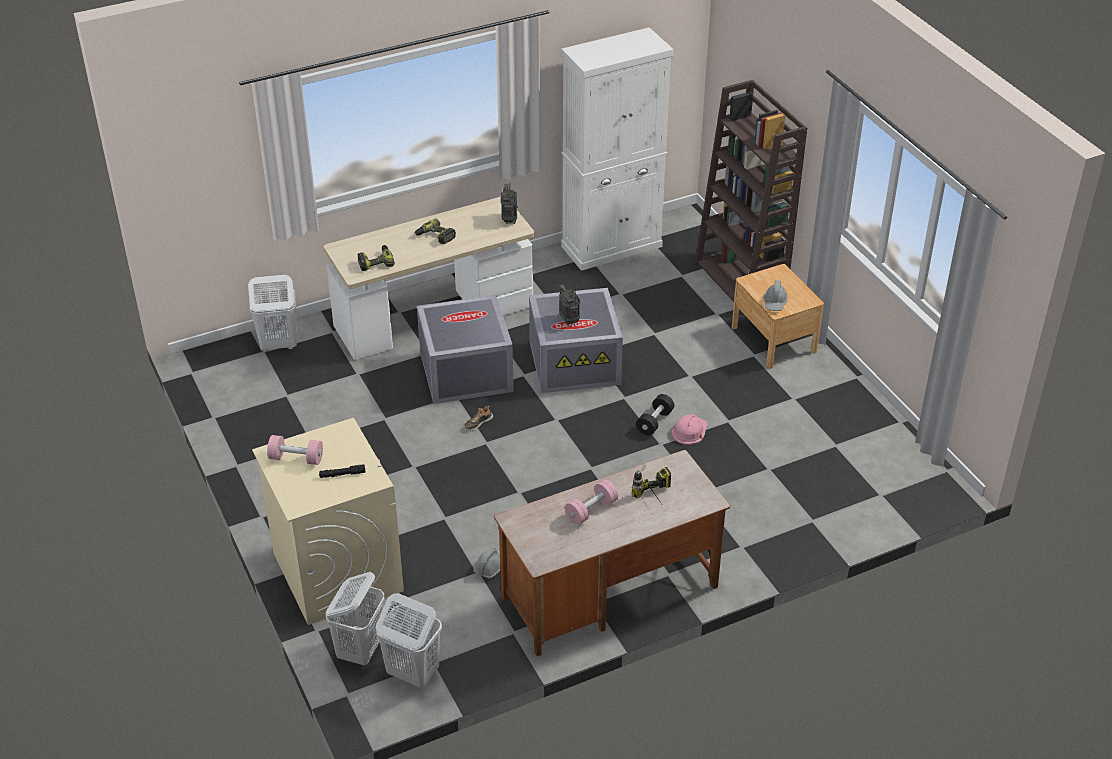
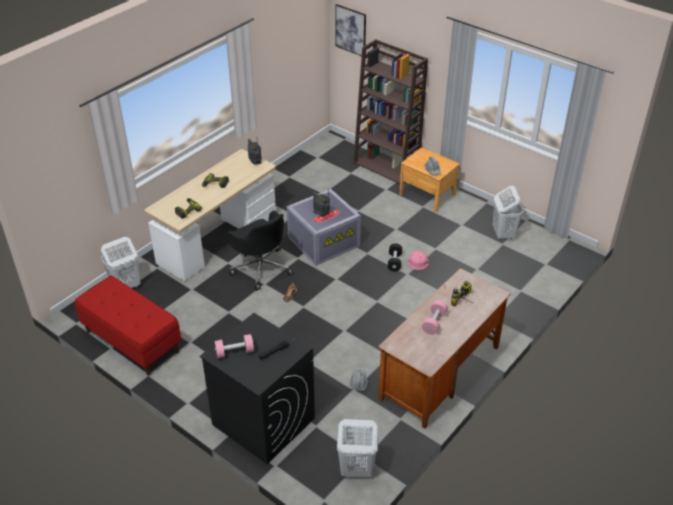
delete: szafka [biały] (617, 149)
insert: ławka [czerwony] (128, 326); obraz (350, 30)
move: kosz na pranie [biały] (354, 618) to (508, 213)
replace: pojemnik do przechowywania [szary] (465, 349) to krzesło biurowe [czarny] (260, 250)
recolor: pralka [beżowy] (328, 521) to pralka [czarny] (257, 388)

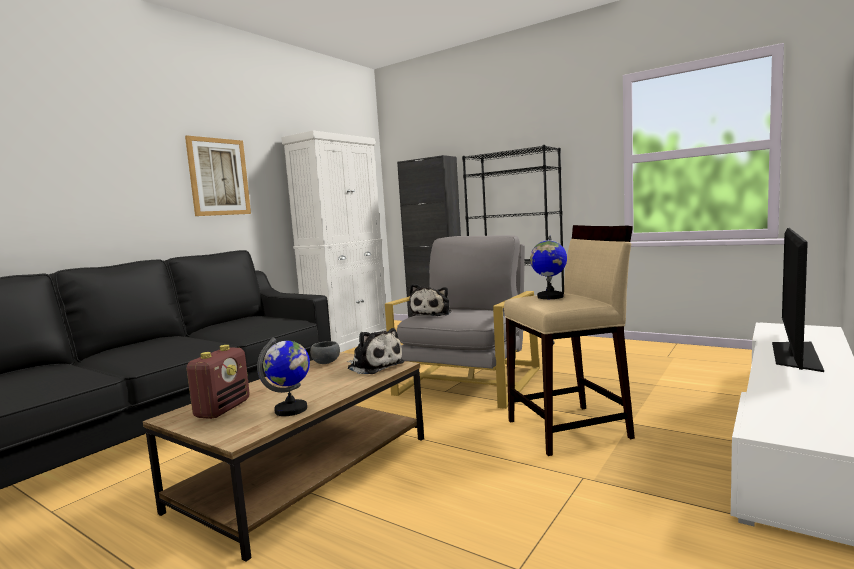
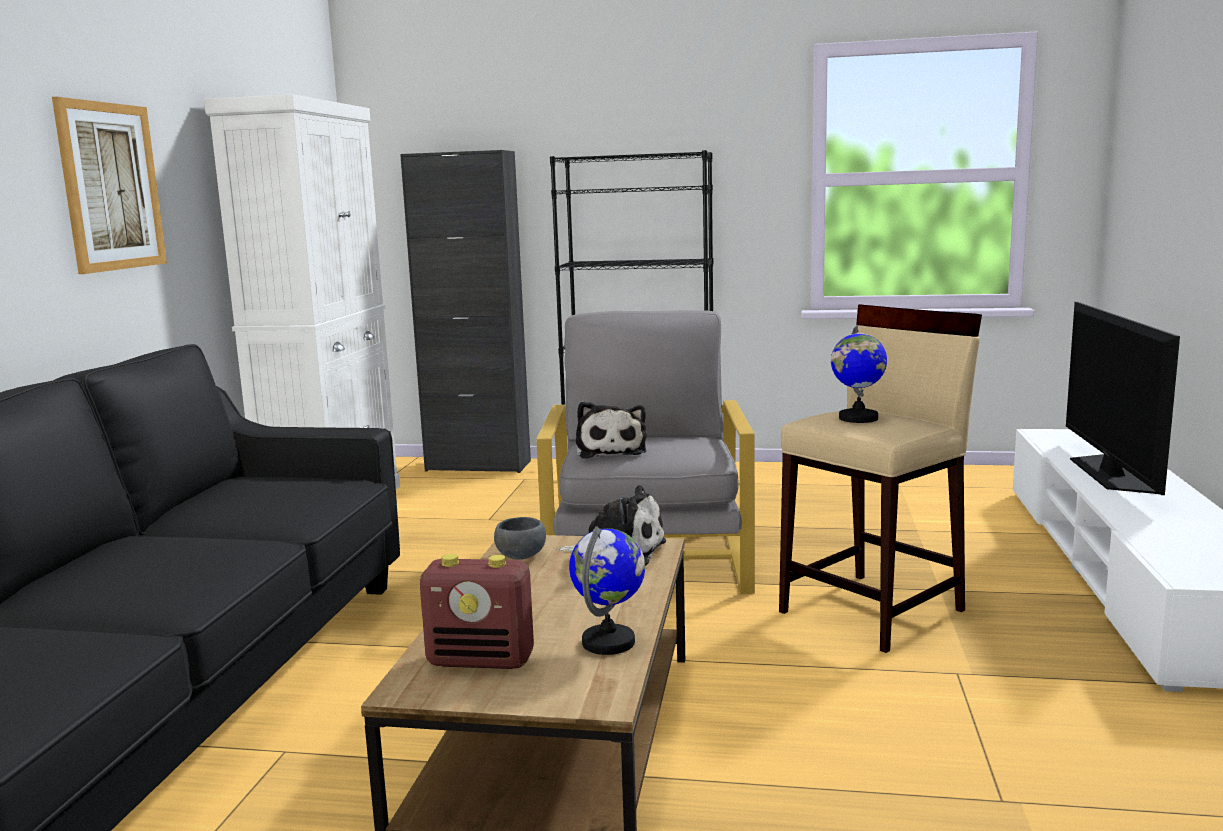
rotate: radio (218, 382) = (477, 611) 105 degrees clockwise

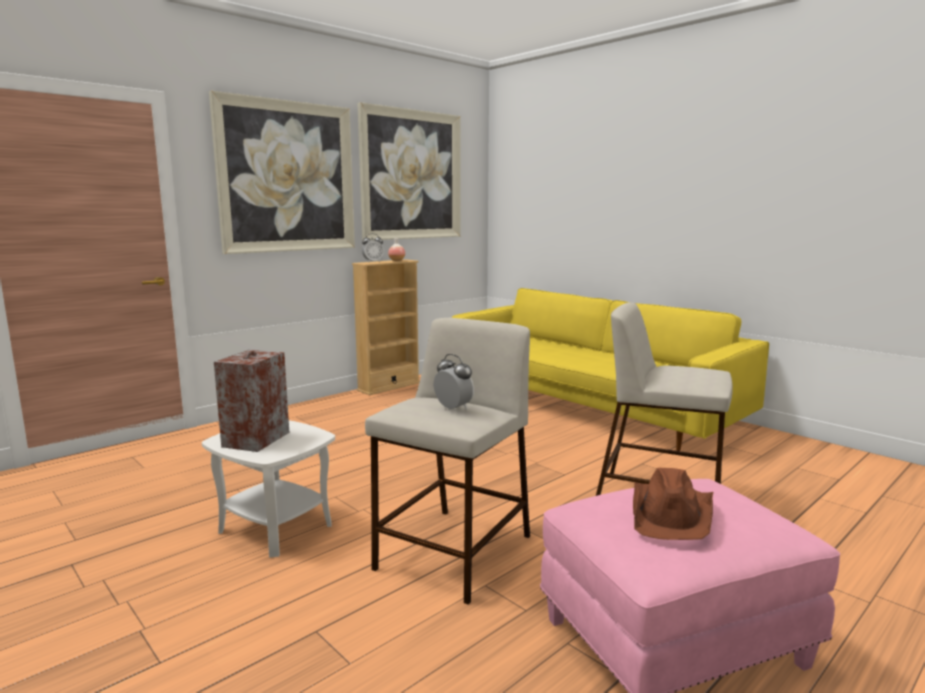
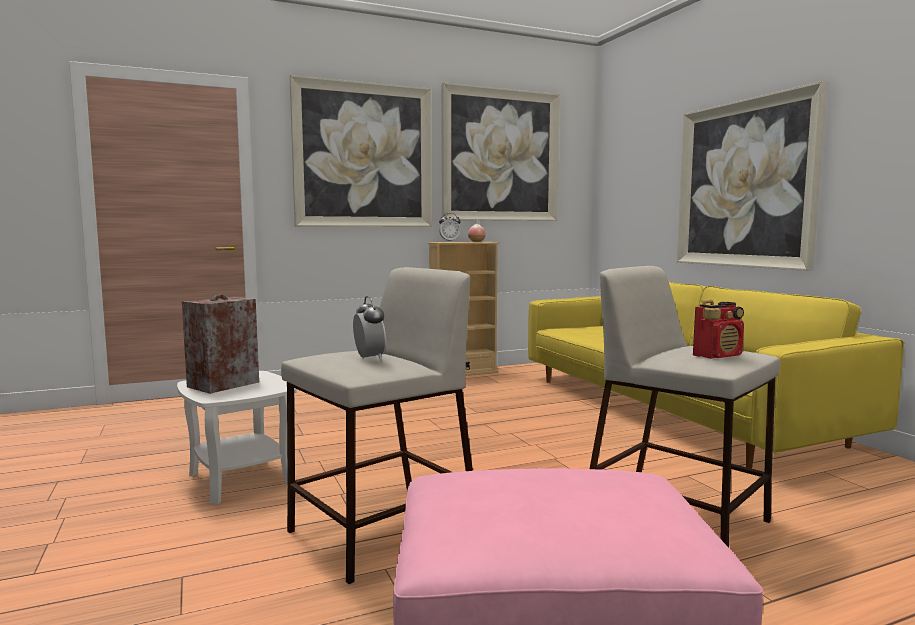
delete: kapelusz [brązowy] (673, 504)
insert: obraz (752, 176); radio (718, 329)

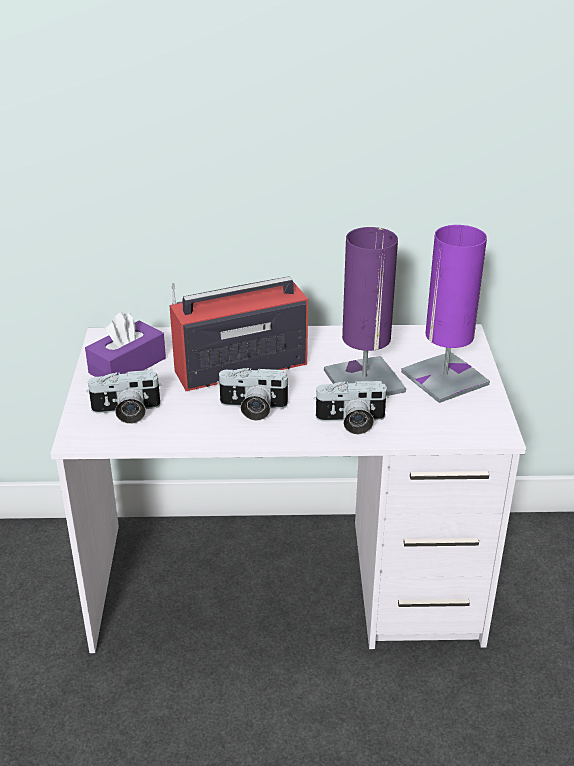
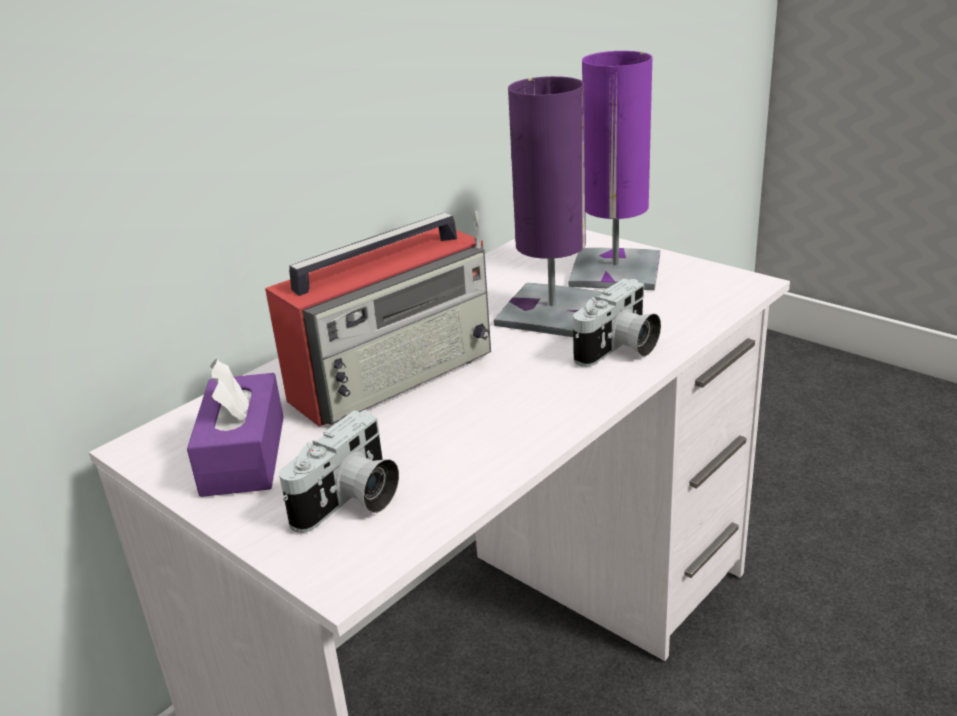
delete: aparat fotograficzny (253, 394)
rotate: radio (238, 333) = (378, 319) 150 degrees counterclockwise

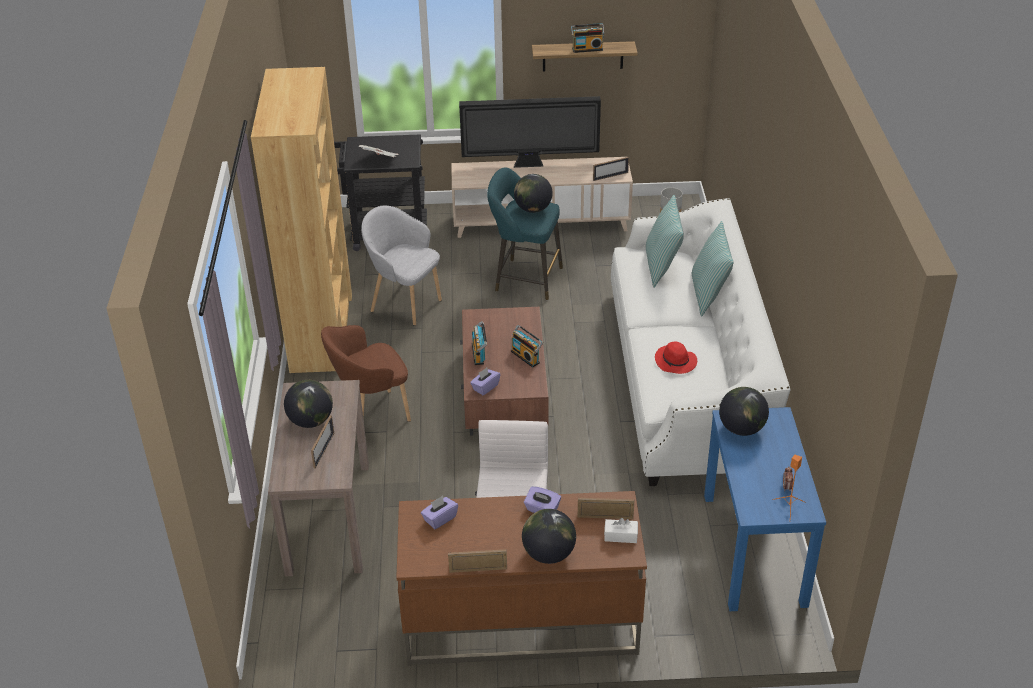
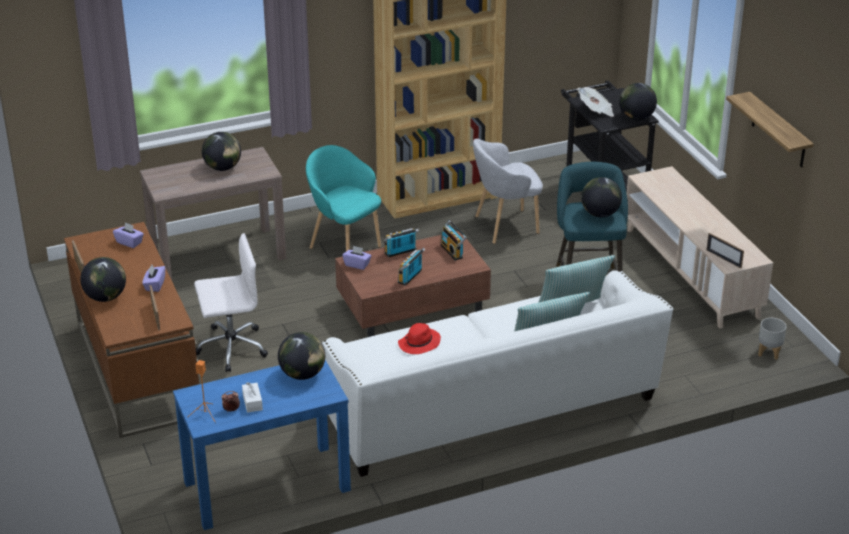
delete: ramka na zdjęcie (322, 442); telewizor (530, 132)
insert: globus (638, 101)
move: radio (588, 38) to (453, 240); pudełko chusteczek [biały] (621, 530) to (252, 397)
recolor: fotel [brązowy] (366, 373) to fotel [turkusowy] (343, 198)
rotate: fotel [szary] (401, 265) = (508, 191) 120 degrees counterclockwise

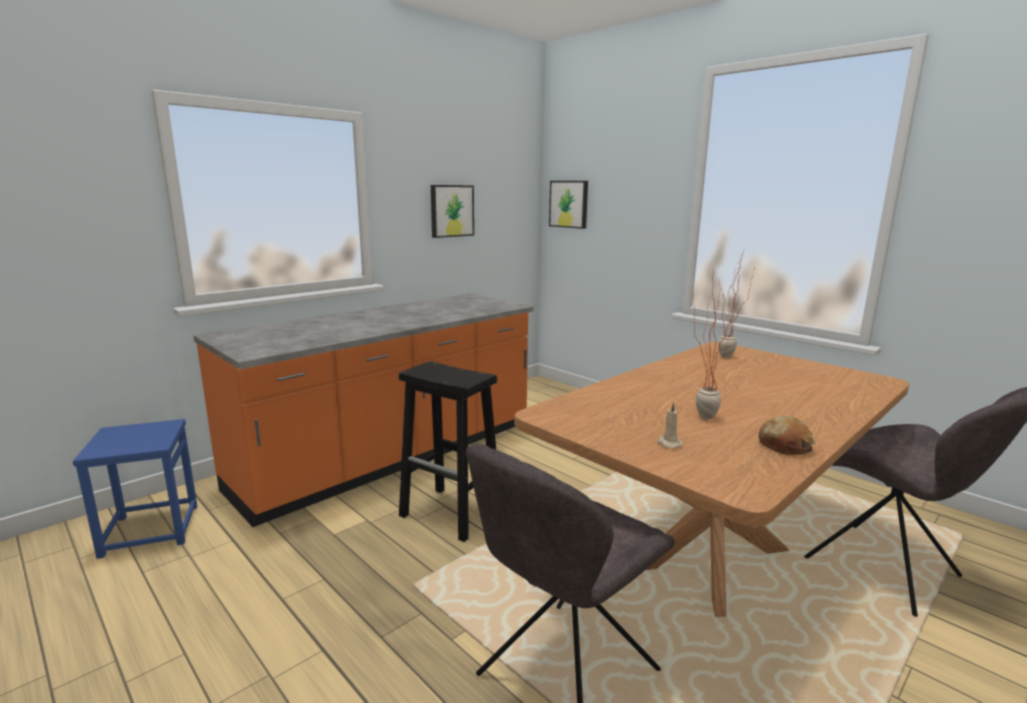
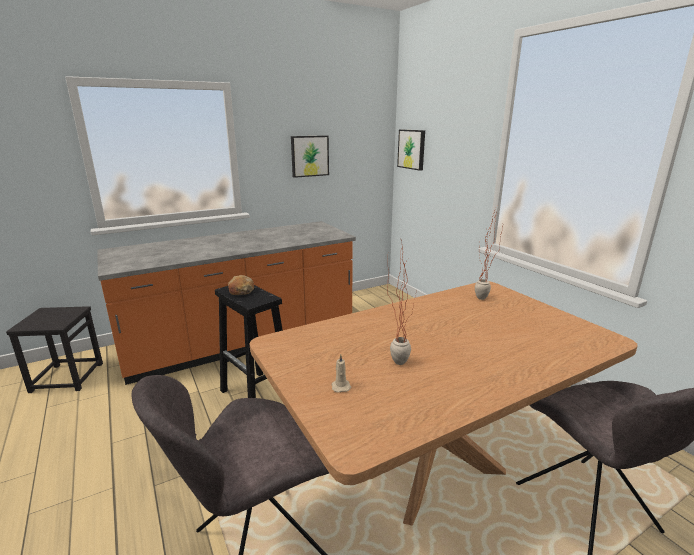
move: chleb (787, 435) to (241, 285)
recolor: stołek [niebieski] (135, 489) to stołek [czarny] (54, 349)

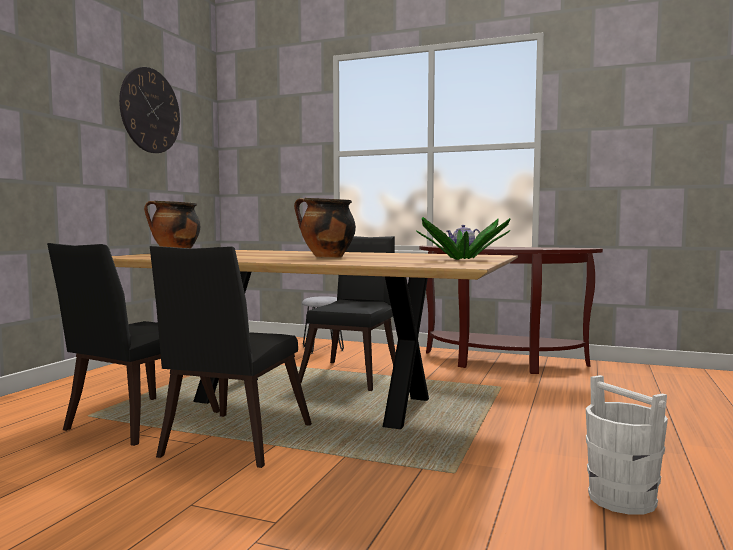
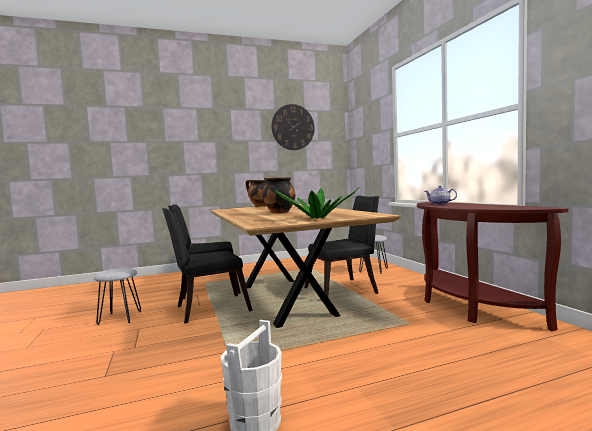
insert: stołek [szary] (117, 296)

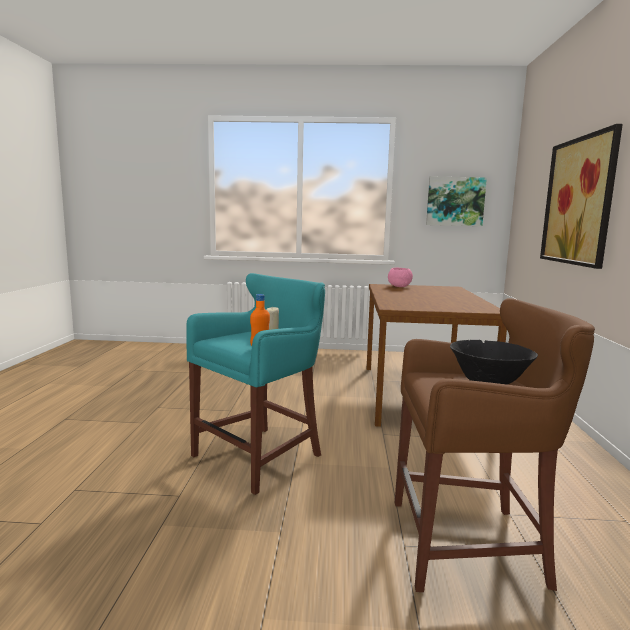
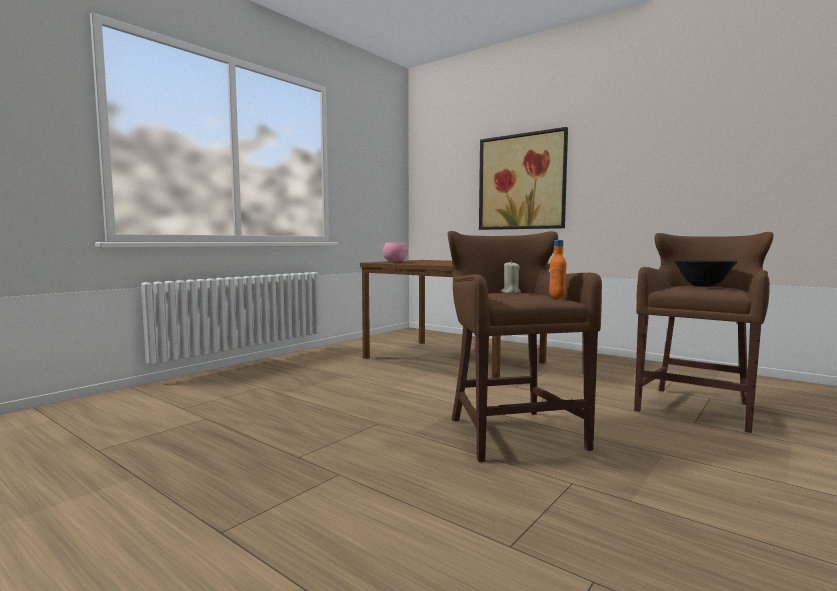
delete: obraz (456, 201)
recolor: stołek [turkusowy] (255, 384) to stołek [brązowy] (525, 346)

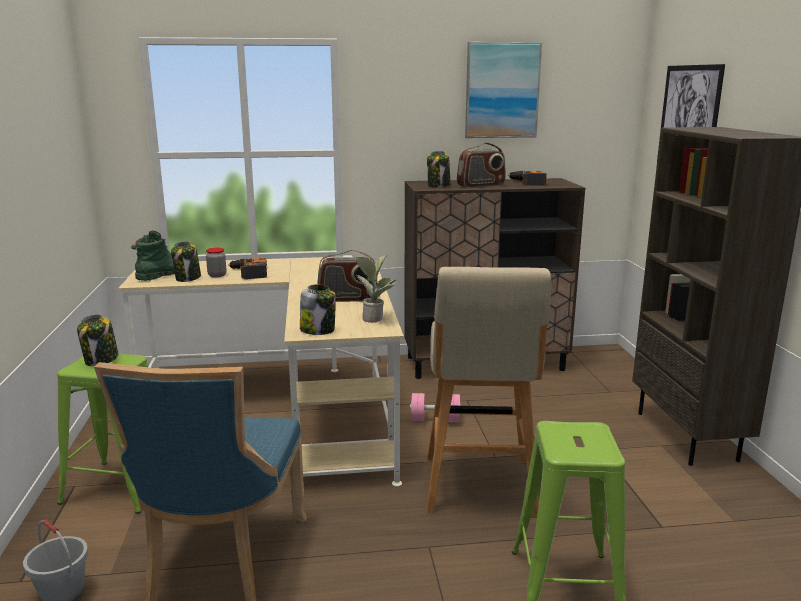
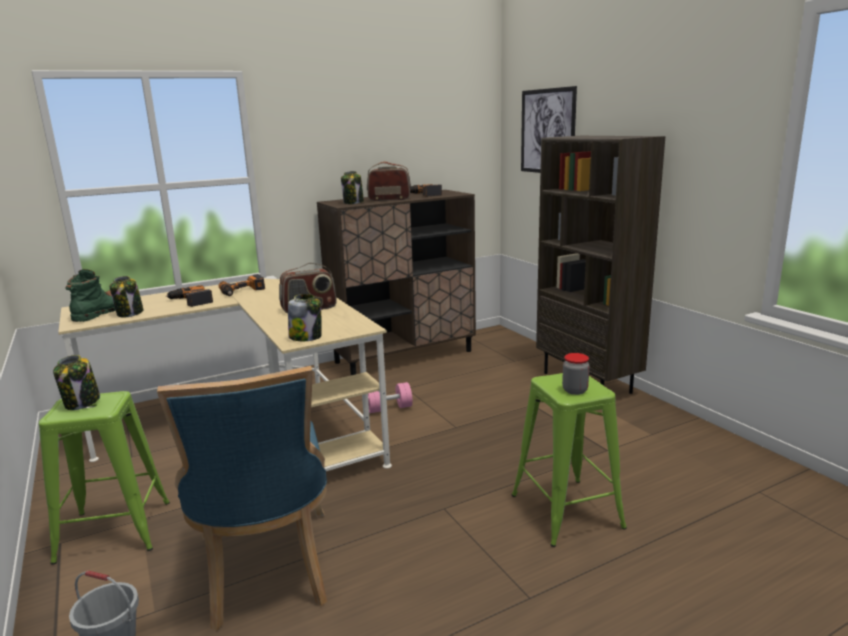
delete: roślina doniczkowa (375, 288); stołek [beżowy] (488, 391); obraz (503, 90)
insert: wiertarka (241, 285)
move: słoik (216, 262) to (576, 374)
rotate: radio (481, 165) = (389, 181) 135 degrees counterclockwise

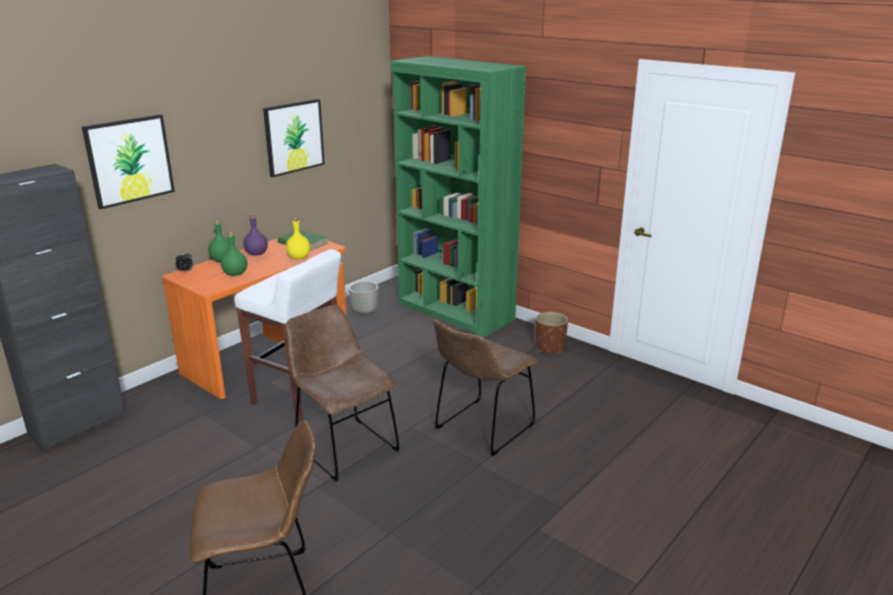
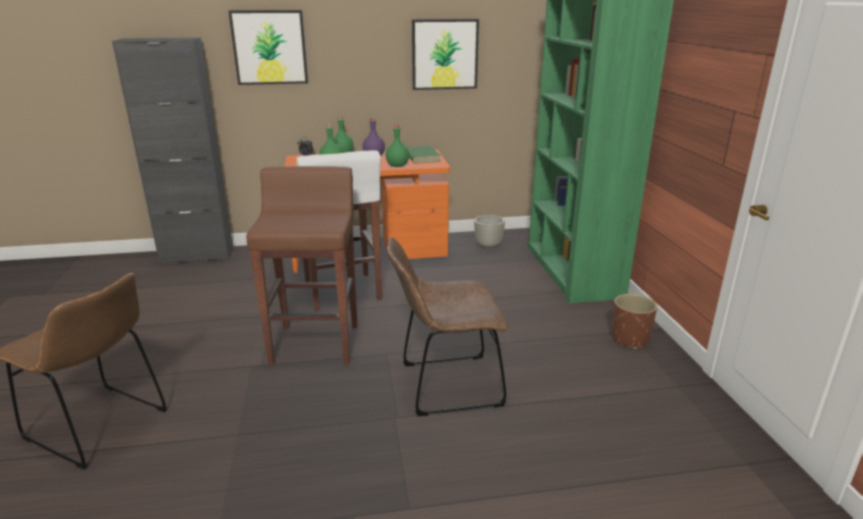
replace: krzesło [brązowy] (343, 393) to stołek [brązowy] (301, 265)
recolor: butelka [żółty] (298, 239) to butelka [zielony] (397, 146)

